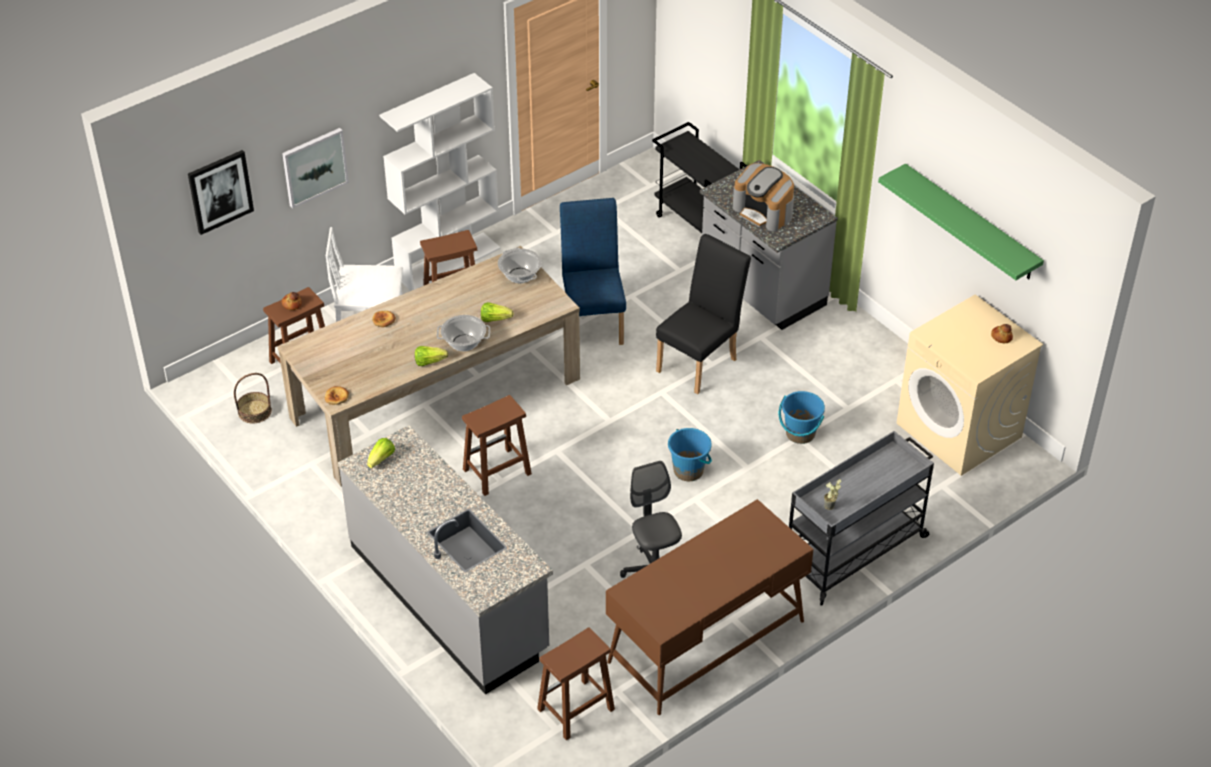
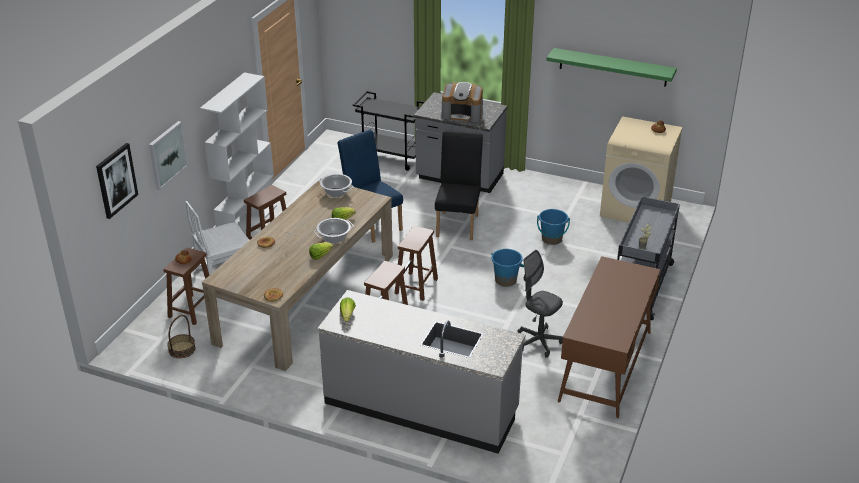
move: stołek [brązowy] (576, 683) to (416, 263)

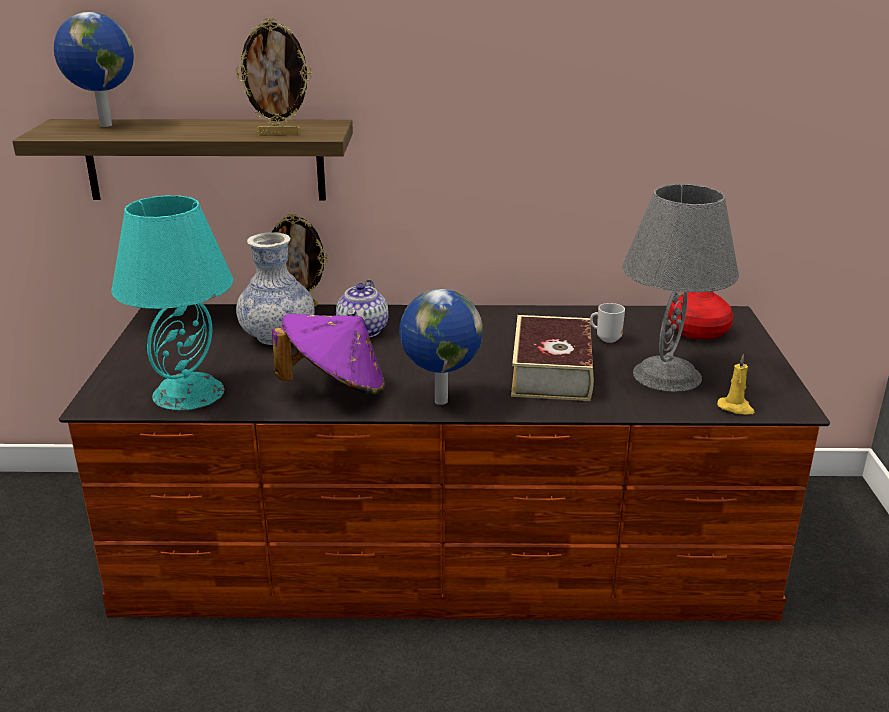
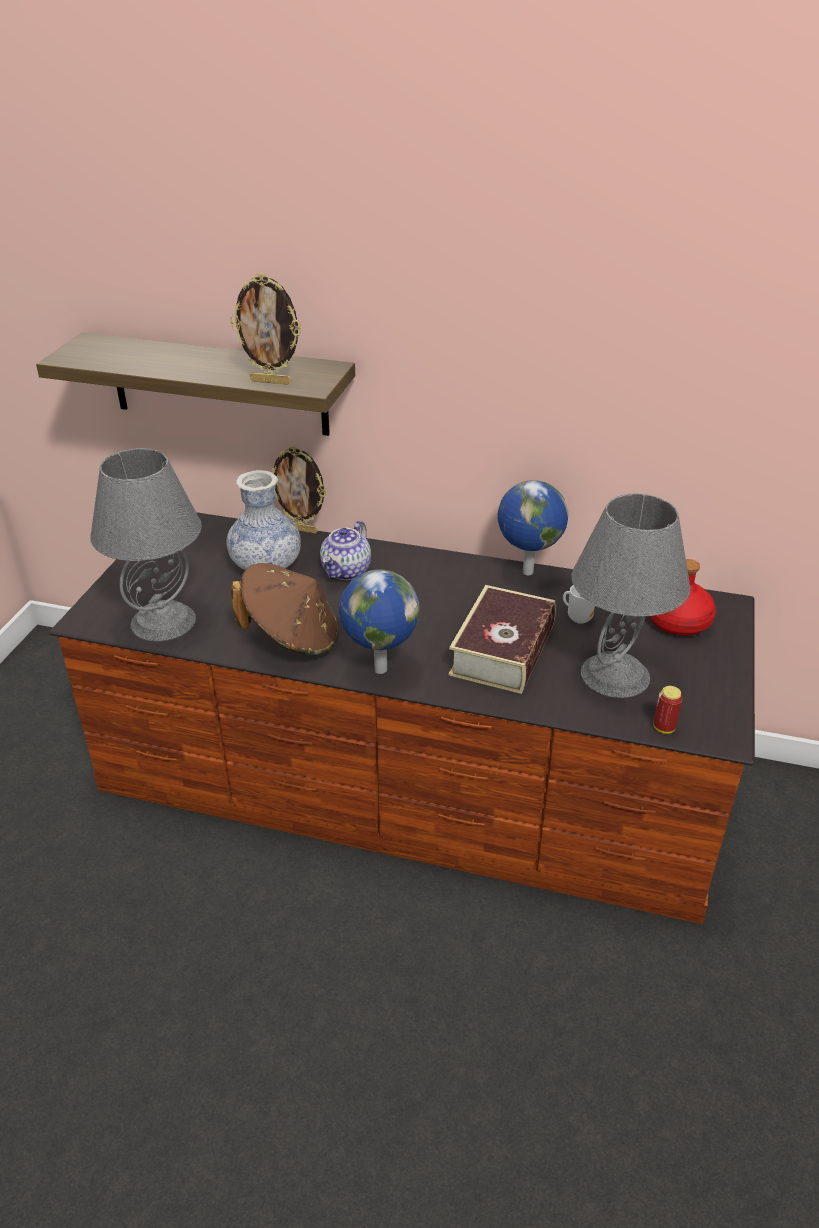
move: globus (94, 69) to (532, 527)
replace: świeca [żółty] (736, 384) to puszka (668, 710)
recolor: lampa stołowa [turkusowy] (172, 303) to lampa stołowa [szary] (146, 544); kapelusz [fioletowy] (328, 354) to kapelusz [brązowy] (285, 609)

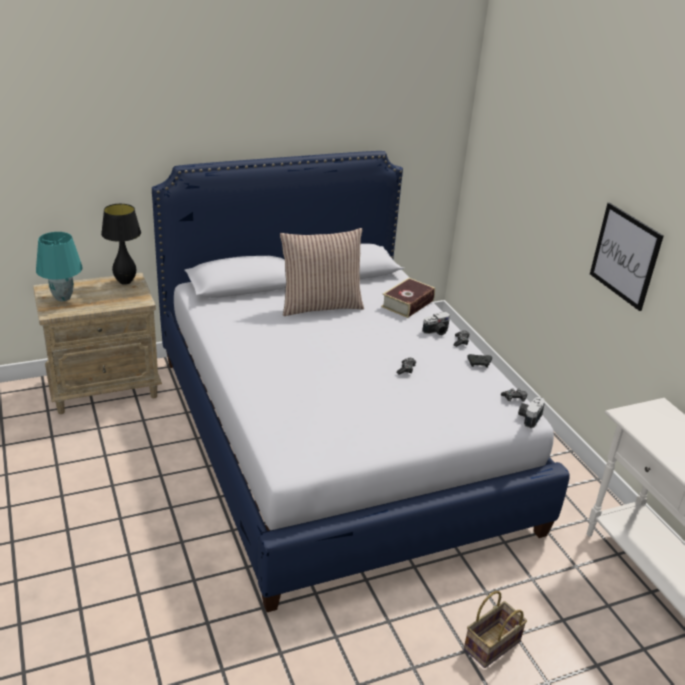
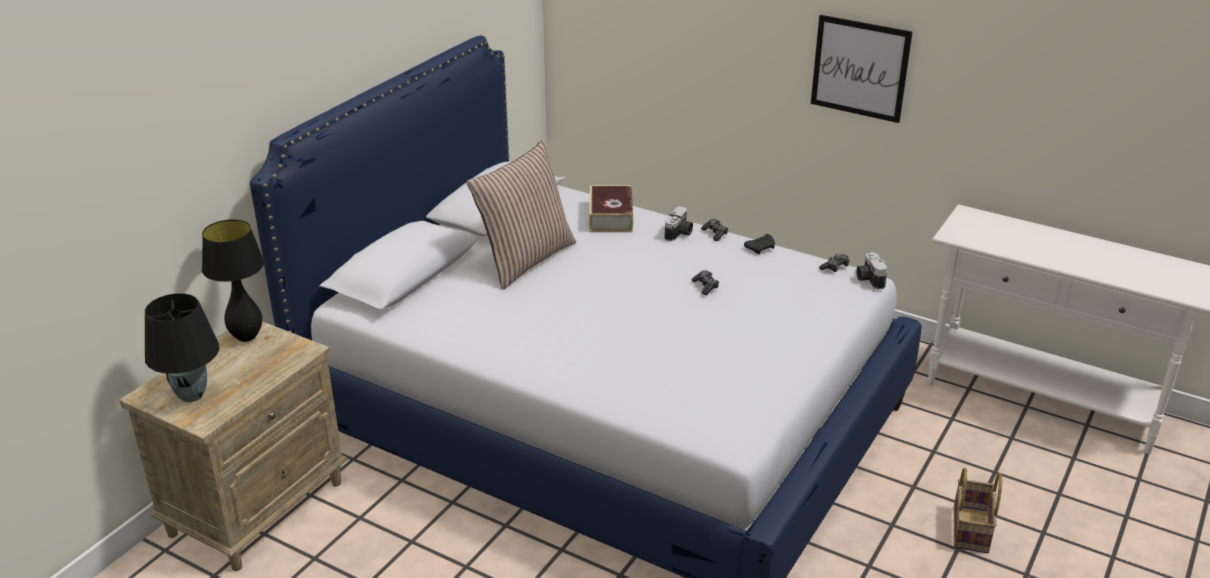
recolor: lampa stołowa [turkusowy] (59, 266) to lampa stołowa [czarny] (182, 347)

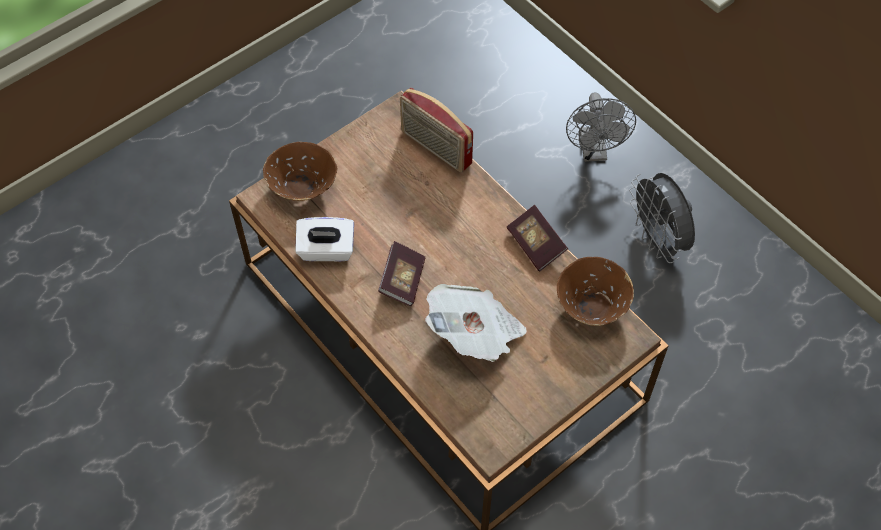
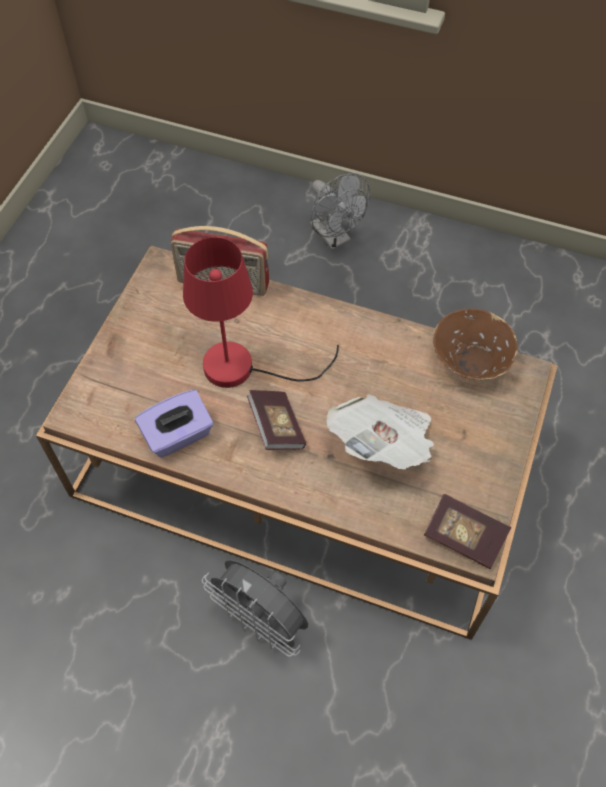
delete: miska [brązowy] (300, 171)
insert: lampa stołowa [czerwony] (261, 312)
move: książka (537, 238) to (467, 531); wentylator [szary] (662, 218) to (255, 608)
recolor: pudełko chusteczek [biały] (324, 239) to pudełko chusteczek [fioletowy] (174, 423)

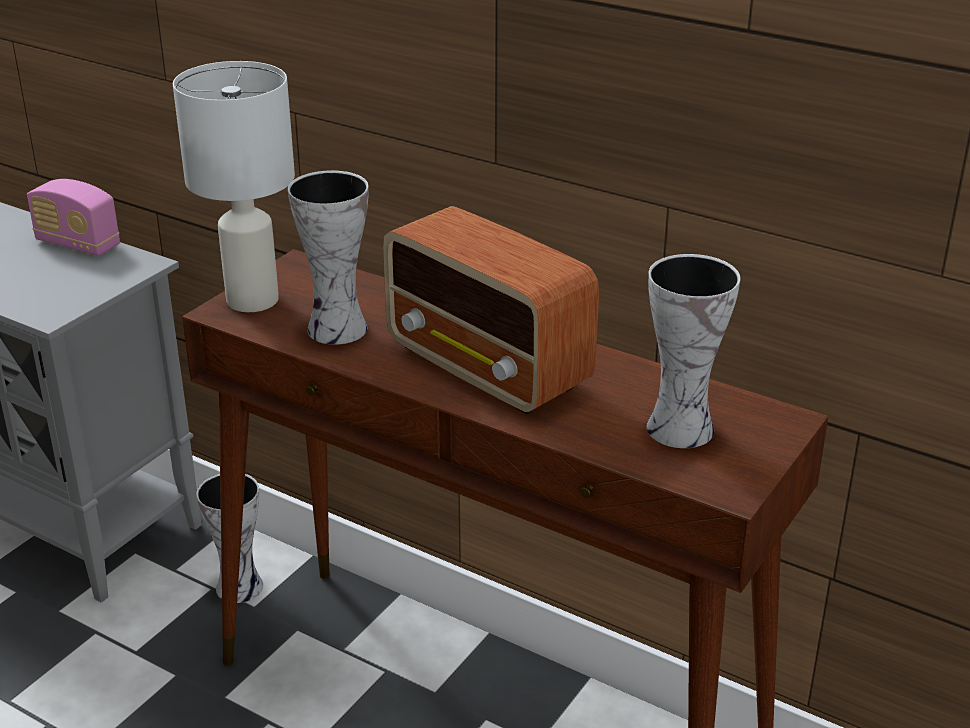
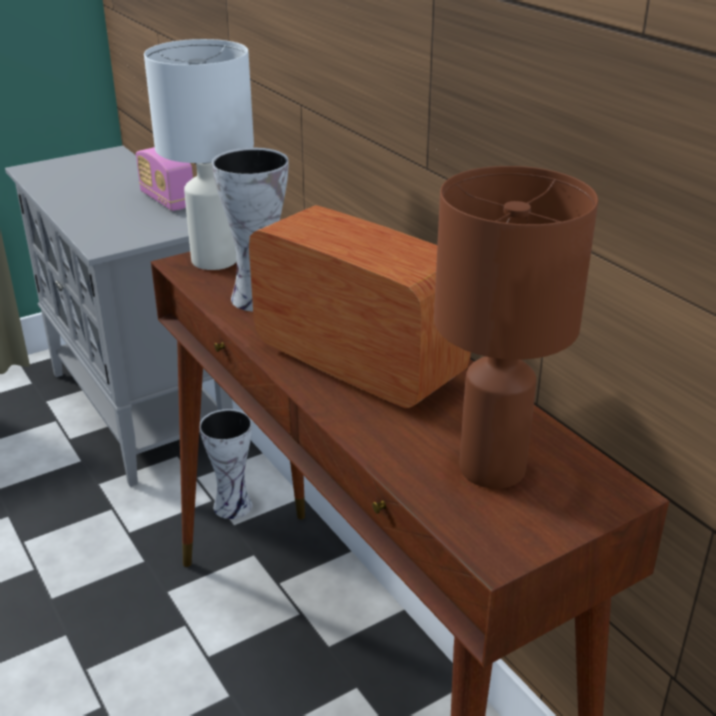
replace: wazon (693, 351) to lampa stołowa [brązowy] (516, 327)
rotate: radio (491, 310) = (360, 307) 150 degrees clockwise

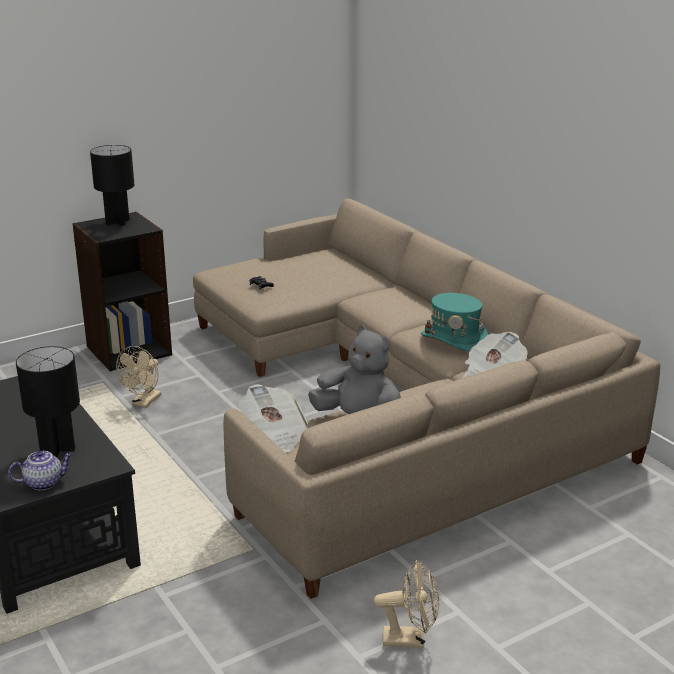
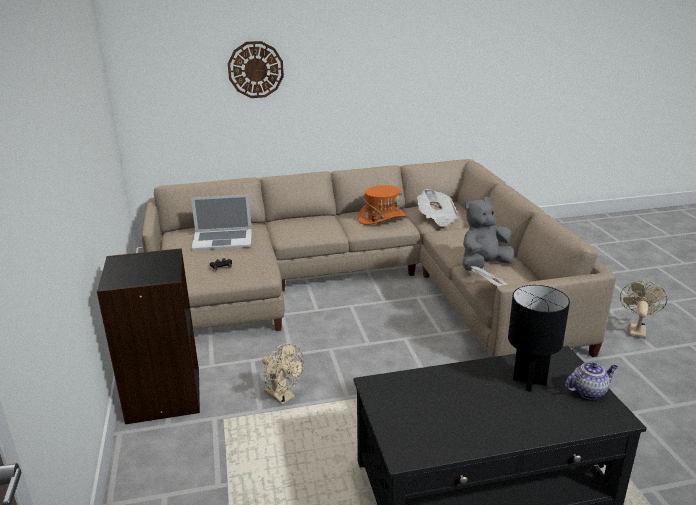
delete: lampa stołowa [czarny] (112, 185)
insert: laptop (221, 223); zegar ścienny (256, 69)
recolor: kapelusz [turkusowy] (455, 322) to kapelusz [pomarańczowy] (382, 205)
rotate: imbryk (40, 470) = (591, 380) 75 degrees clockwise

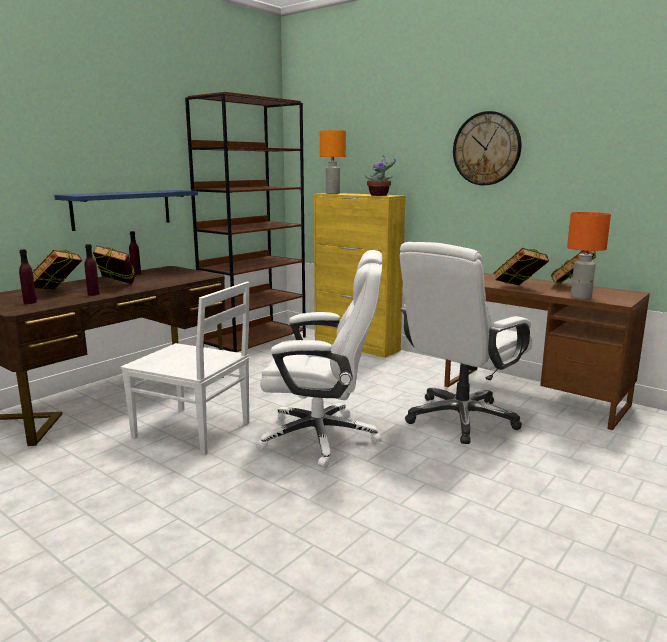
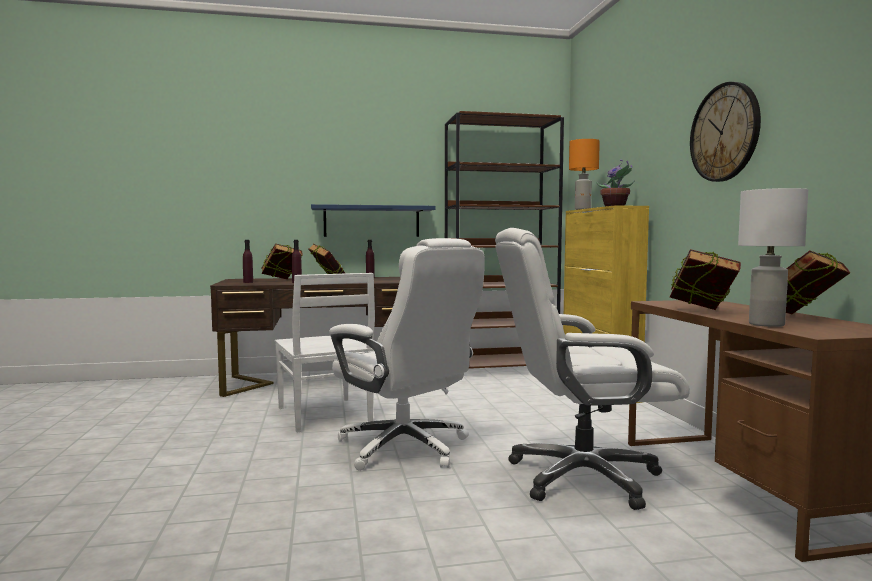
recolor: lampa stołowa [pomarańczowy] (589, 255) to lampa stołowa [biały] (773, 257)

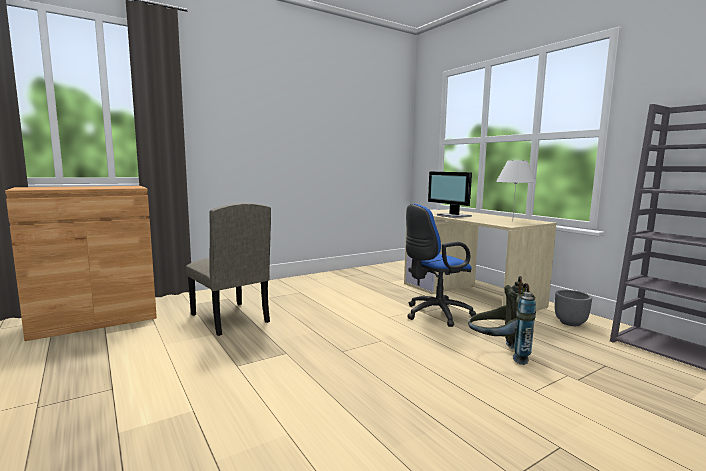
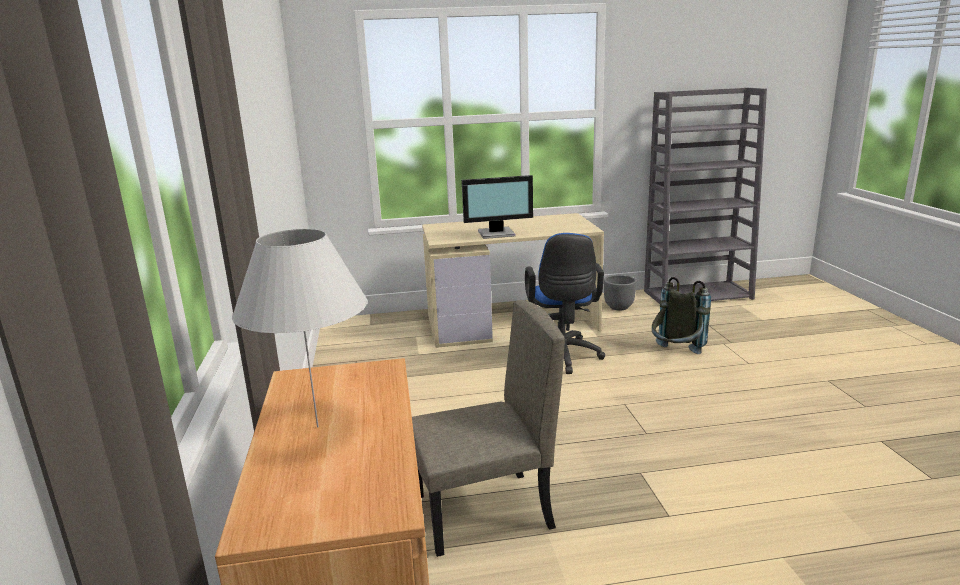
move: lampa stołowa [biały] (516, 191) to (299, 328)

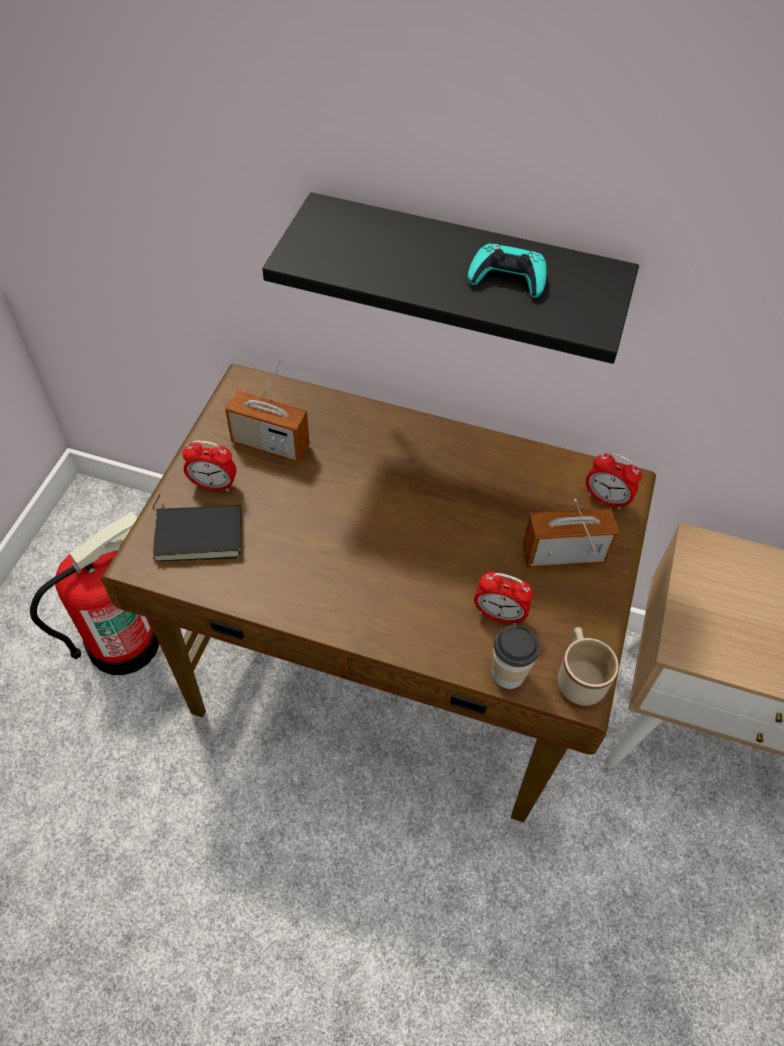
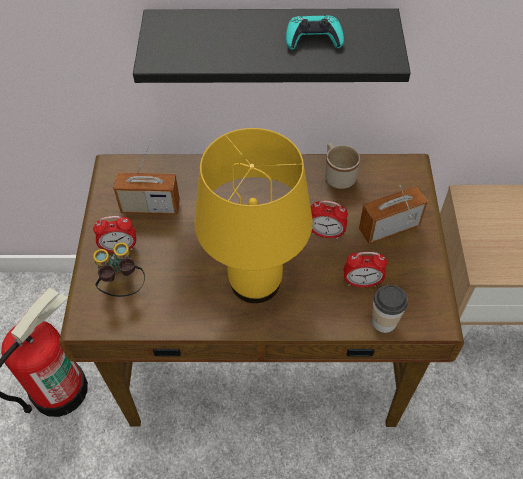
insert: lampa stołowa [żółty] (254, 215)
move: kubek [beżowy] (588, 666) to (342, 165); budzik (614, 481) to (329, 220)
replace: książka [czarny] (197, 527) to lornetka (119, 269)

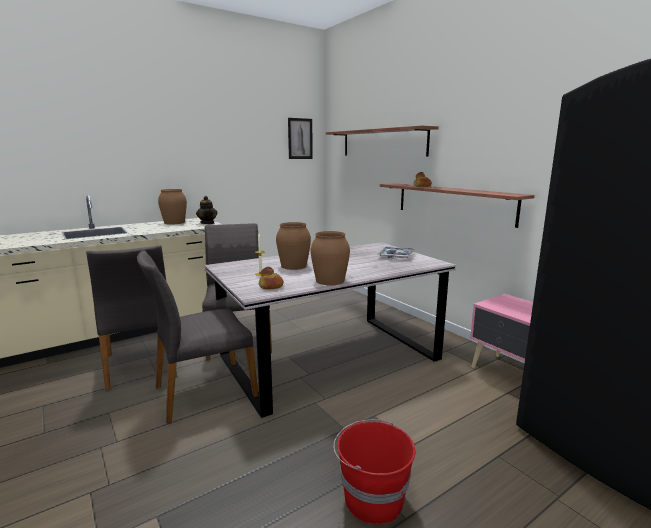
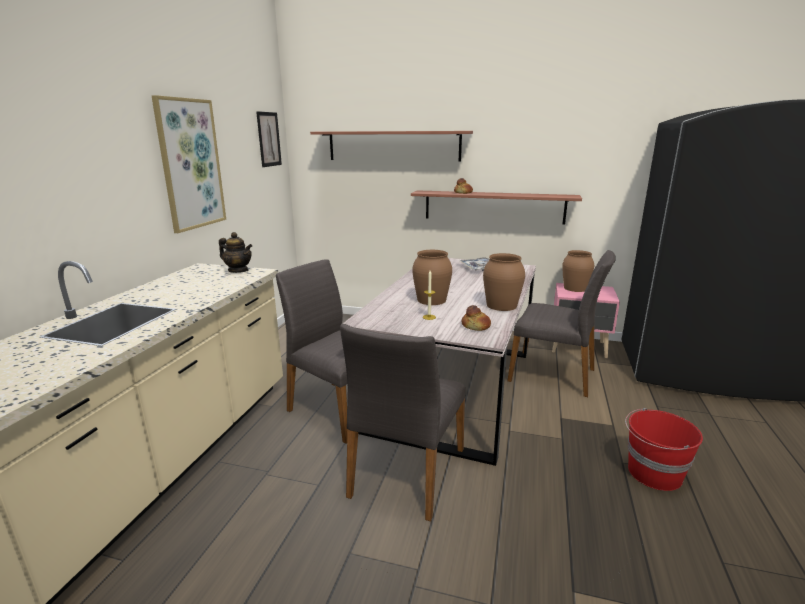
insert: obraz (188, 164)
move: krzesło [szary] (131, 318) to (561, 323); wazon [brązowy] (172, 206) to (578, 271)

